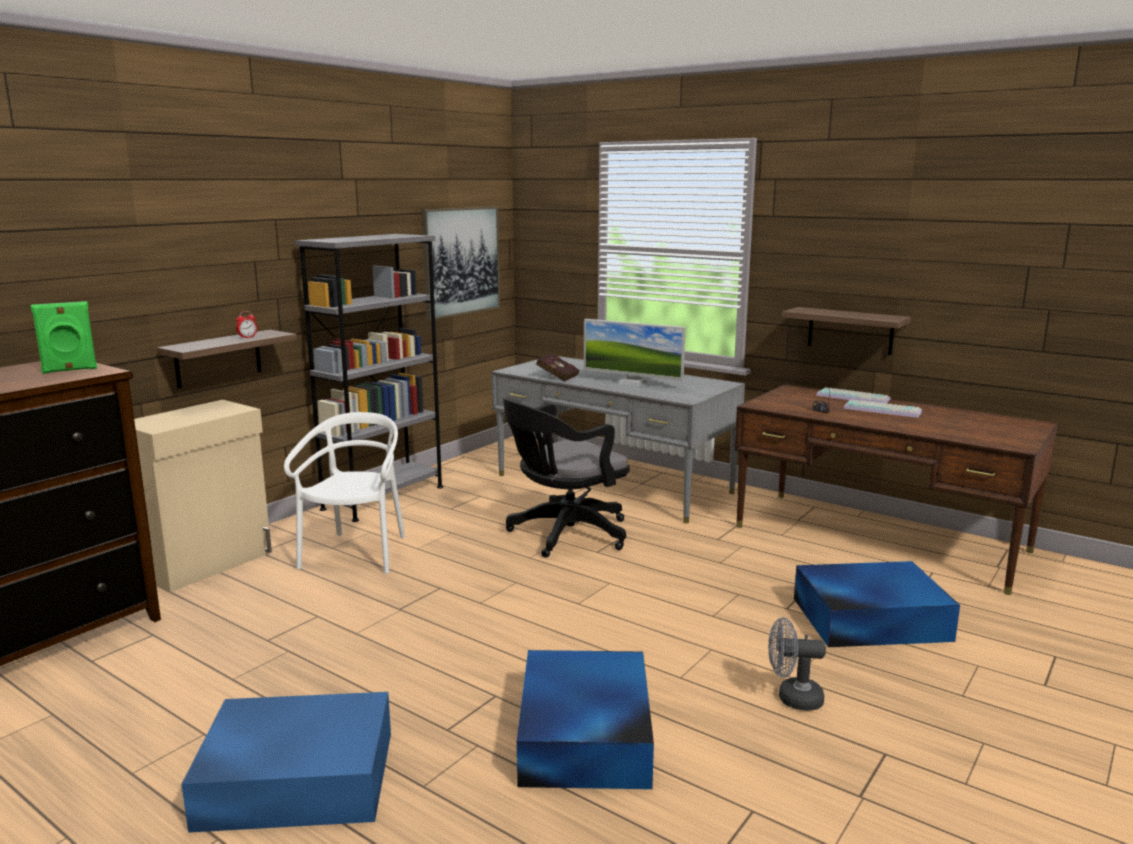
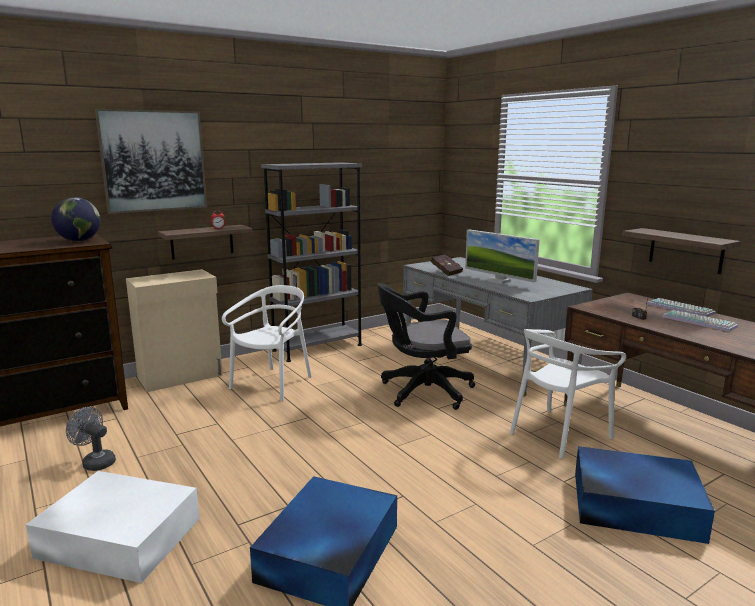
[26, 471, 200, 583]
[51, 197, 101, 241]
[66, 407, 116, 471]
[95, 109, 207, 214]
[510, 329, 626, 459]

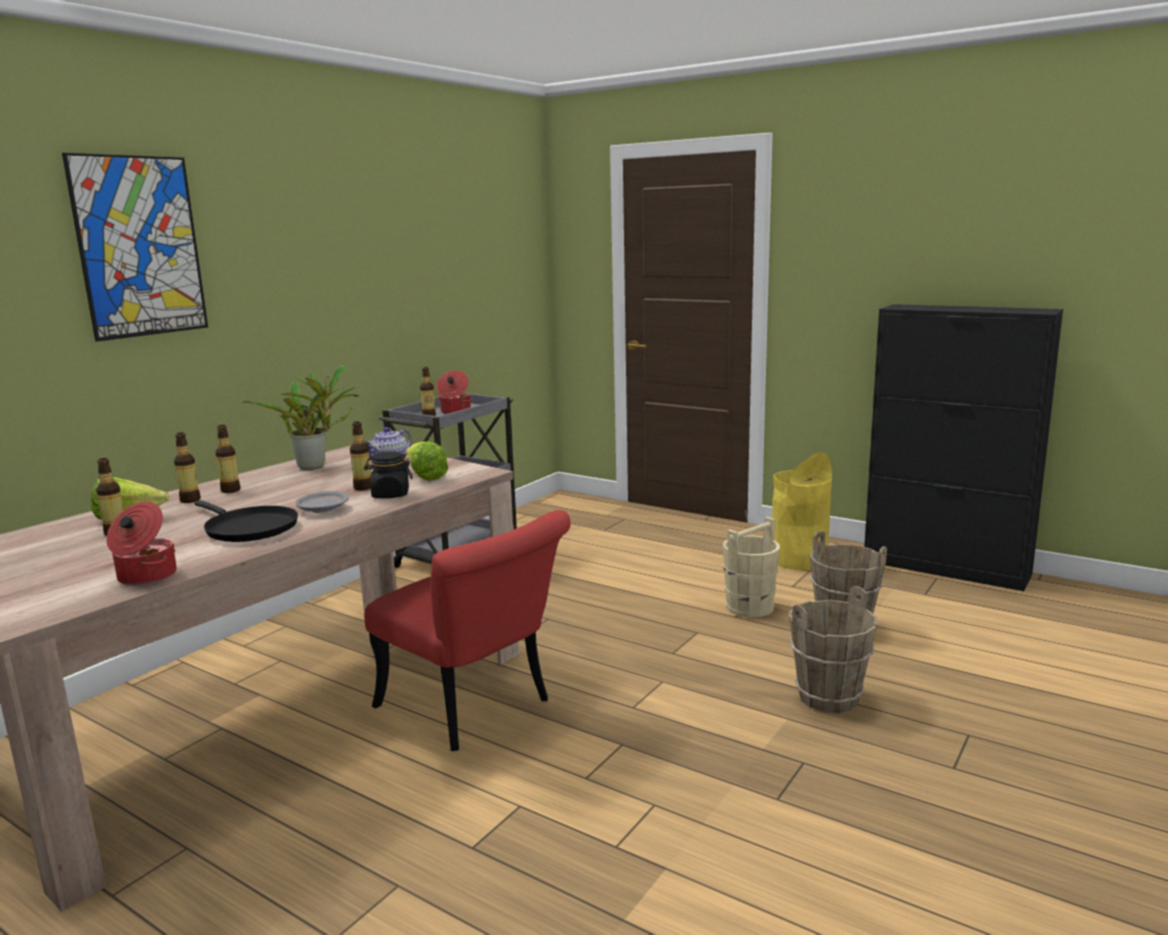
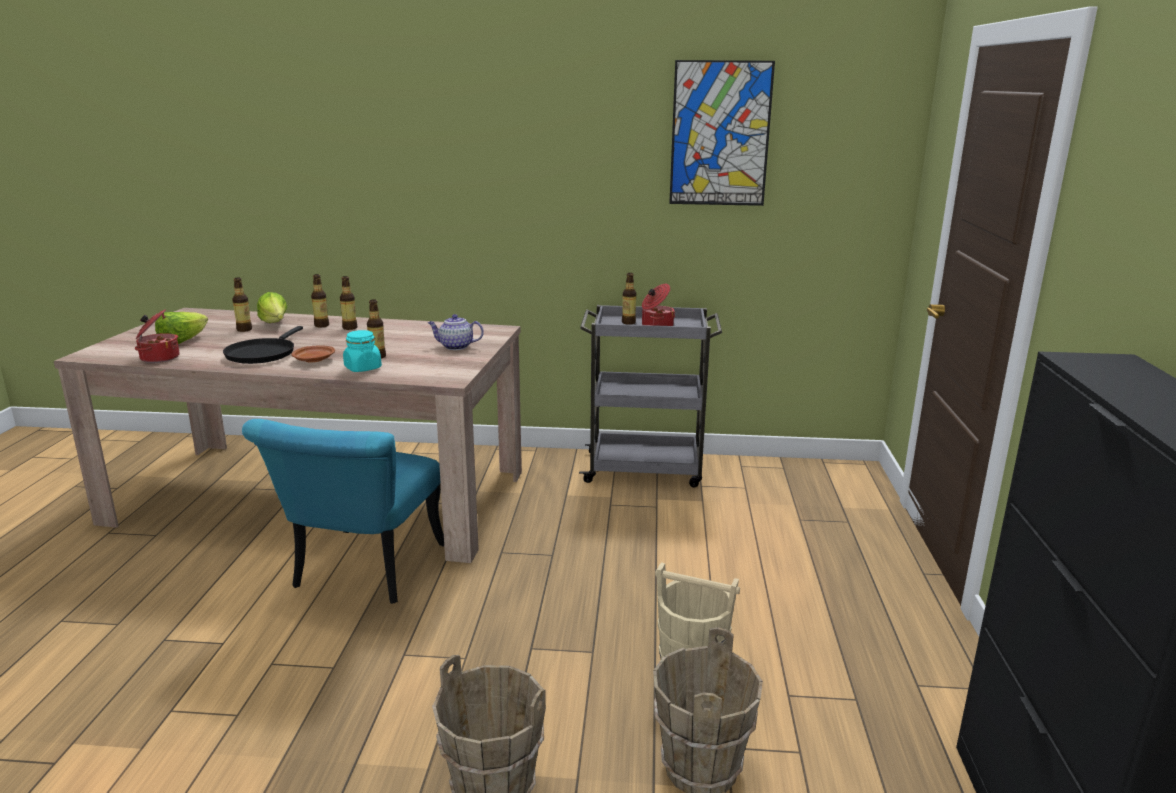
[155, 312, 208, 344]
[242, 419, 444, 604]
[292, 345, 335, 362]
[343, 330, 382, 372]
[669, 60, 775, 206]
[242, 364, 359, 470] (first image)
[772, 452, 832, 570] (first image)

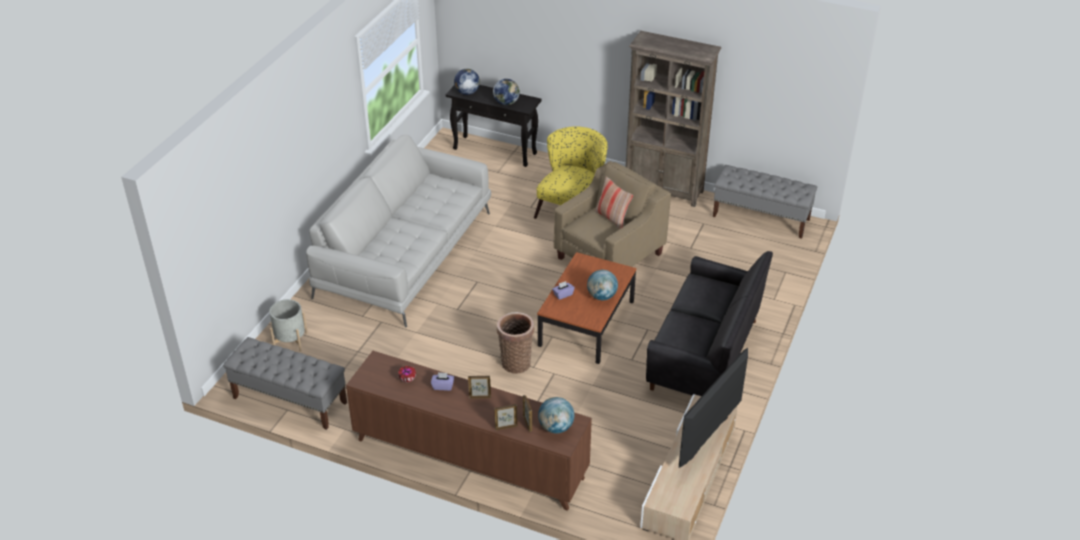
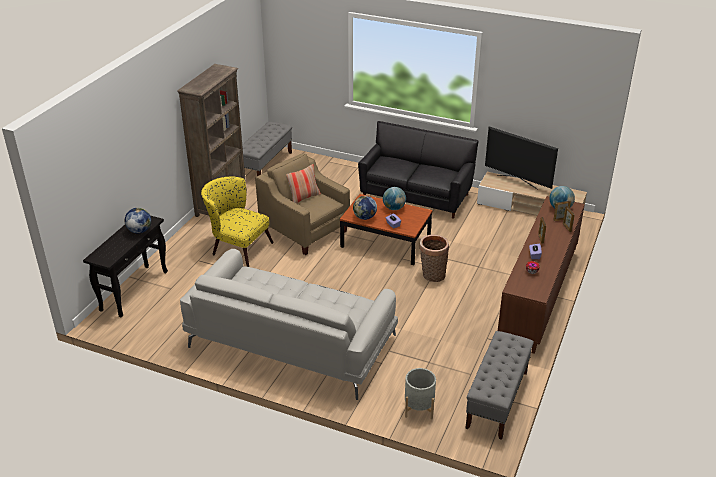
[353, 196, 377, 220]

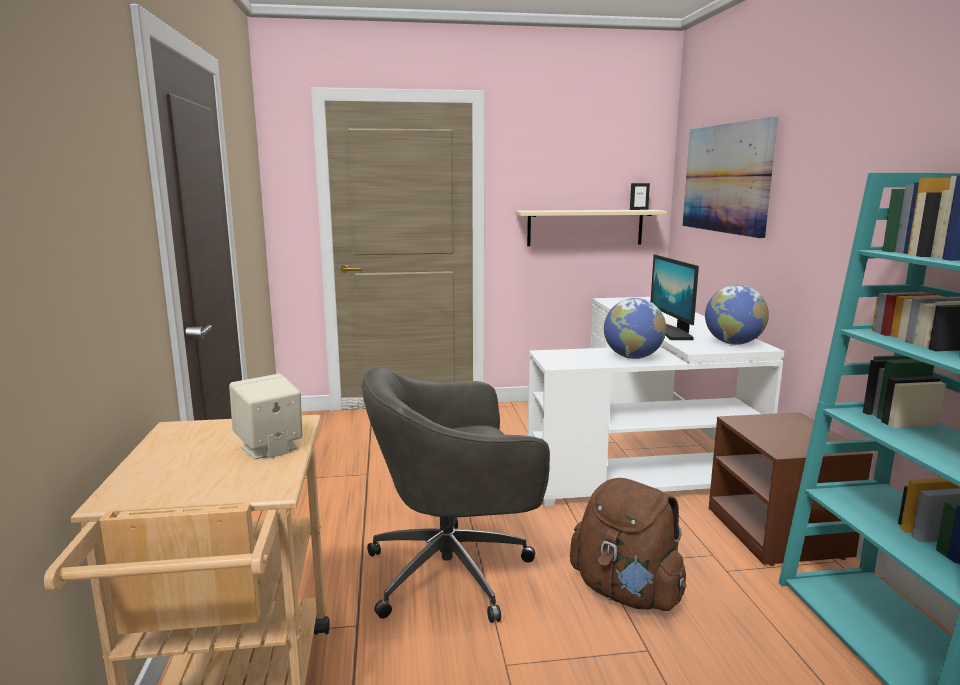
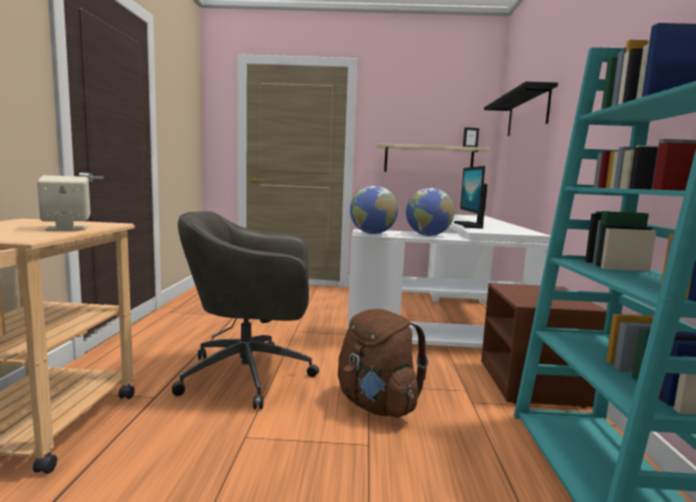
[350, 186, 398, 234]
[484, 81, 558, 136]

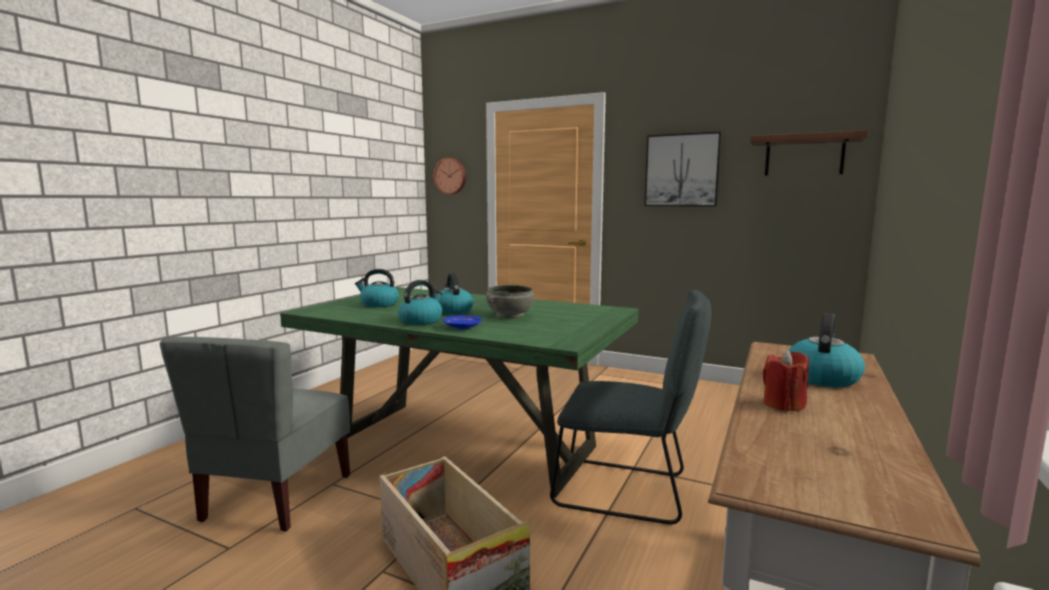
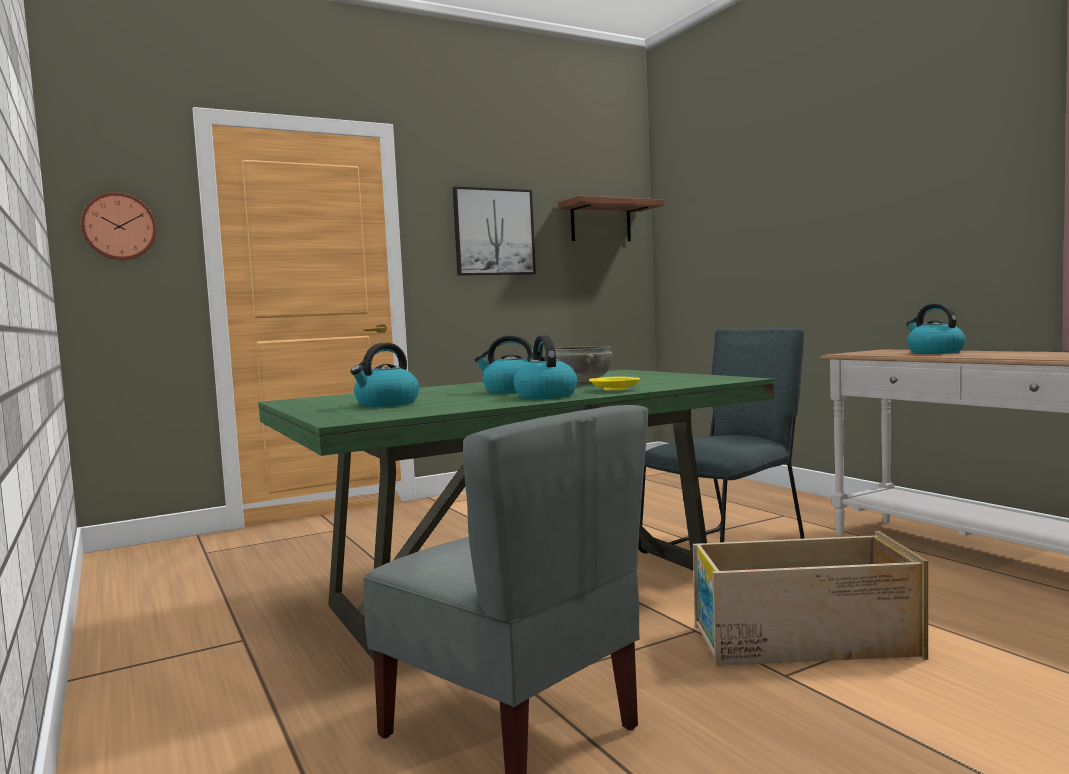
[589, 376, 641, 390]
[763, 349, 809, 412] (first image)

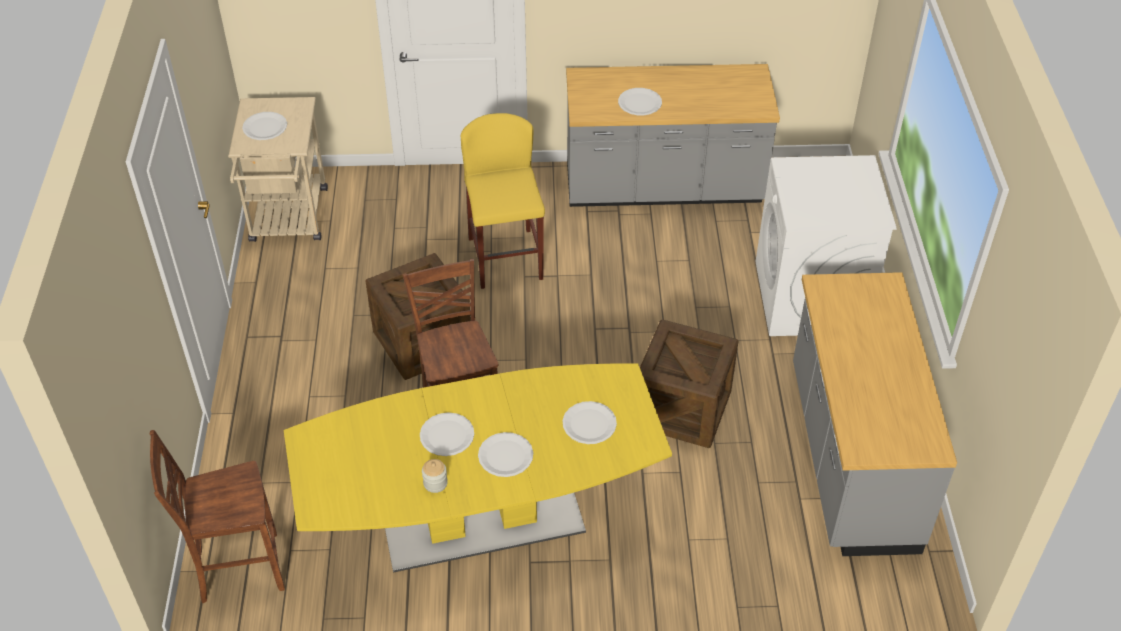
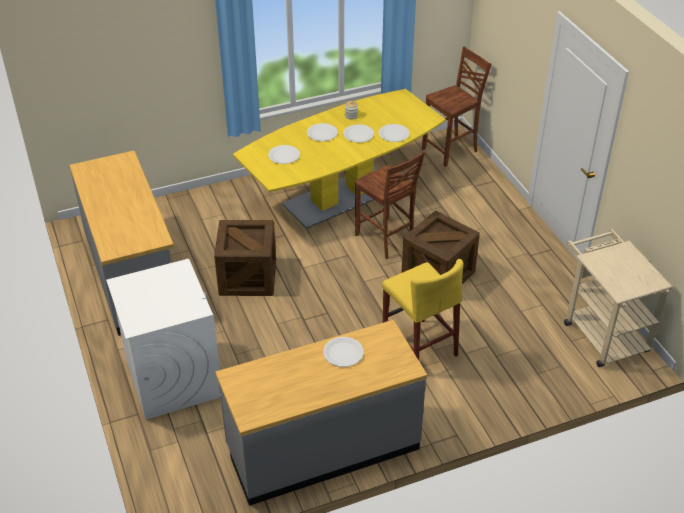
[379, 124, 410, 142]

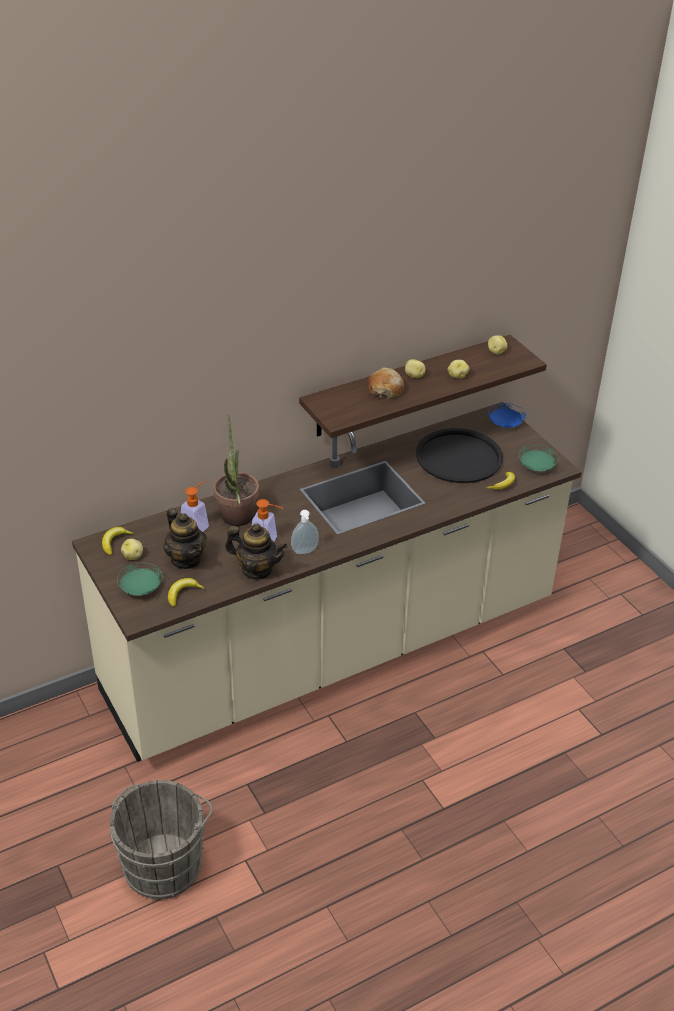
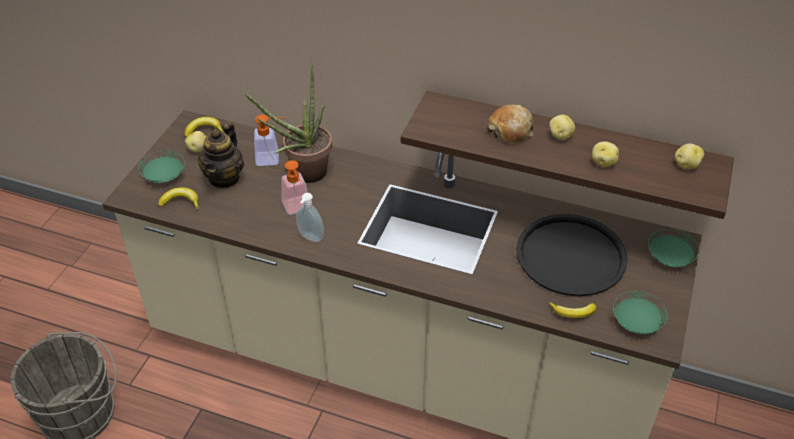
[648, 229, 699, 267]
[225, 523, 288, 579] (first image)

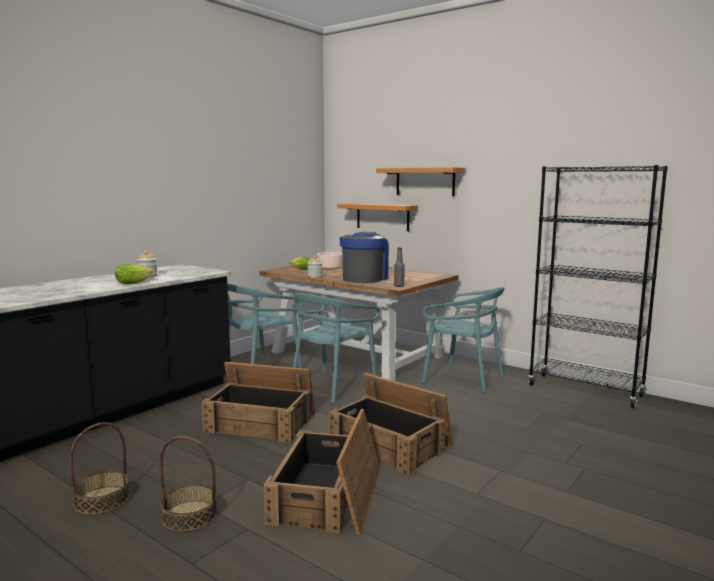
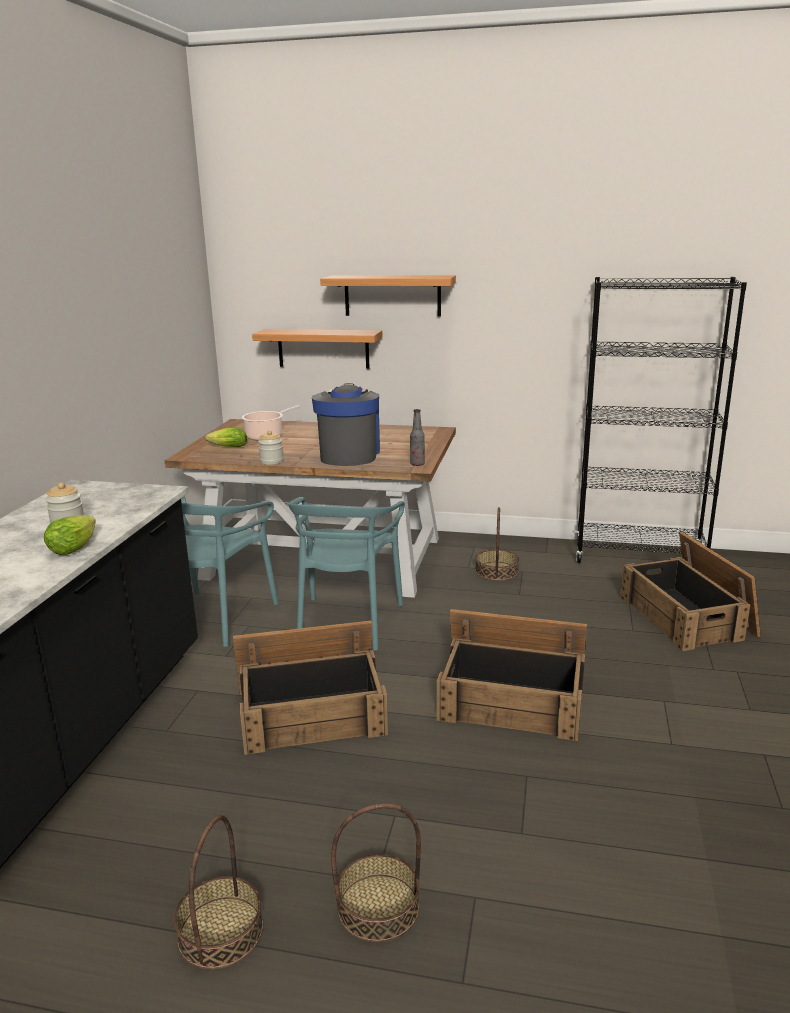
[475, 507, 519, 581]
[620, 531, 761, 651]

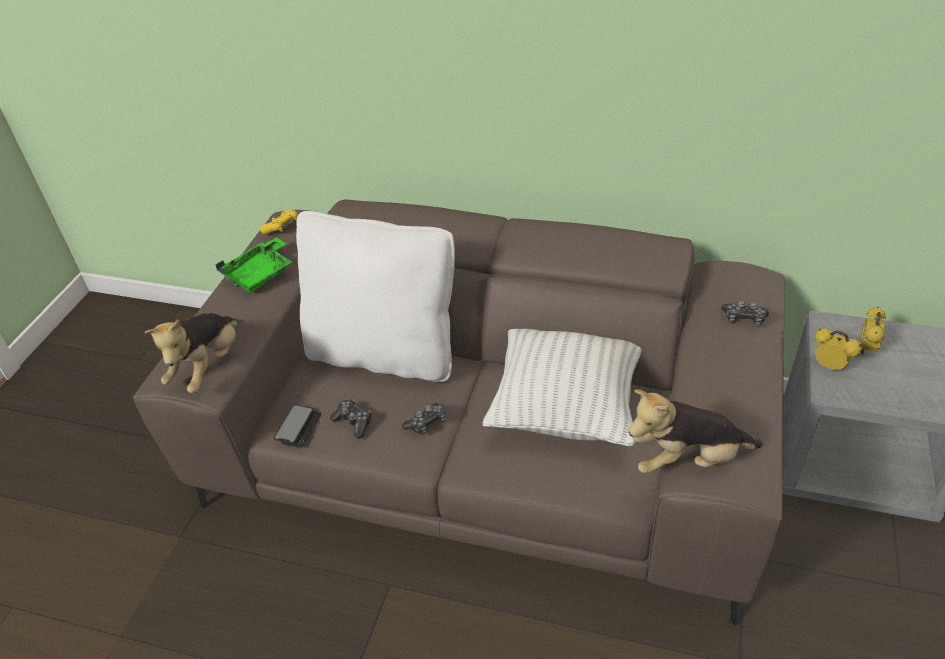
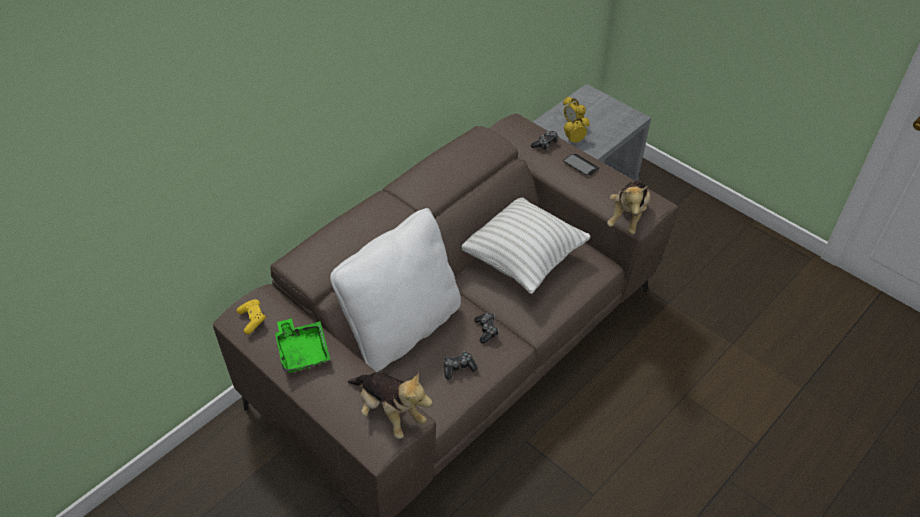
[563, 154, 599, 175]

